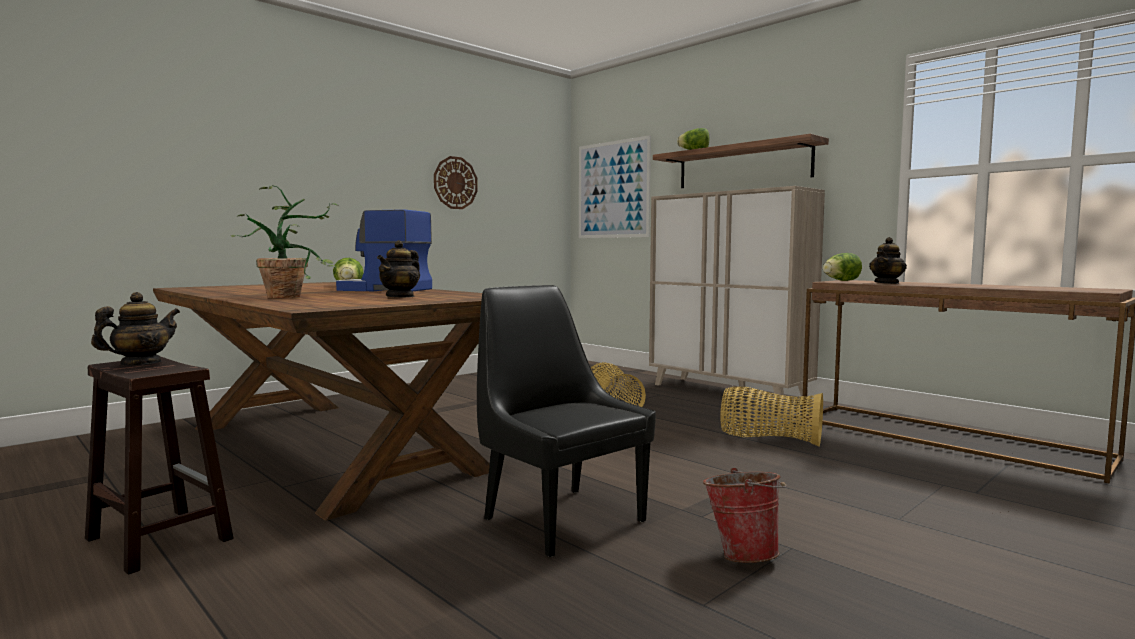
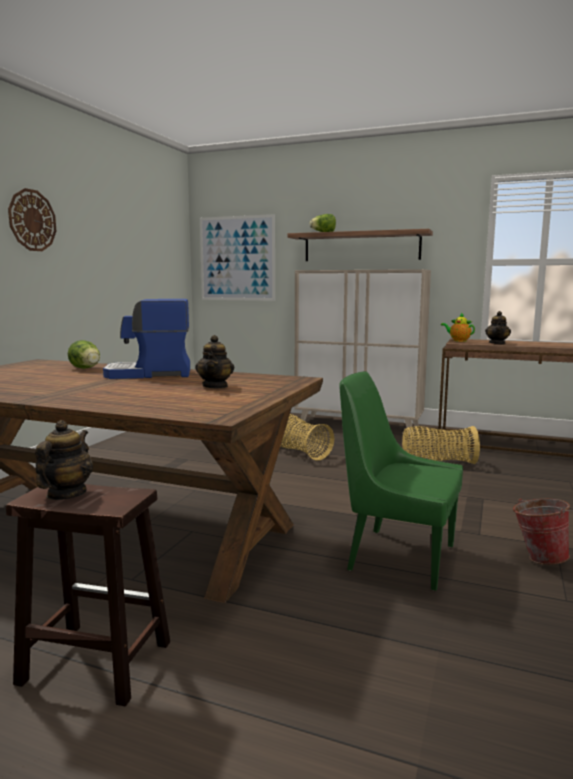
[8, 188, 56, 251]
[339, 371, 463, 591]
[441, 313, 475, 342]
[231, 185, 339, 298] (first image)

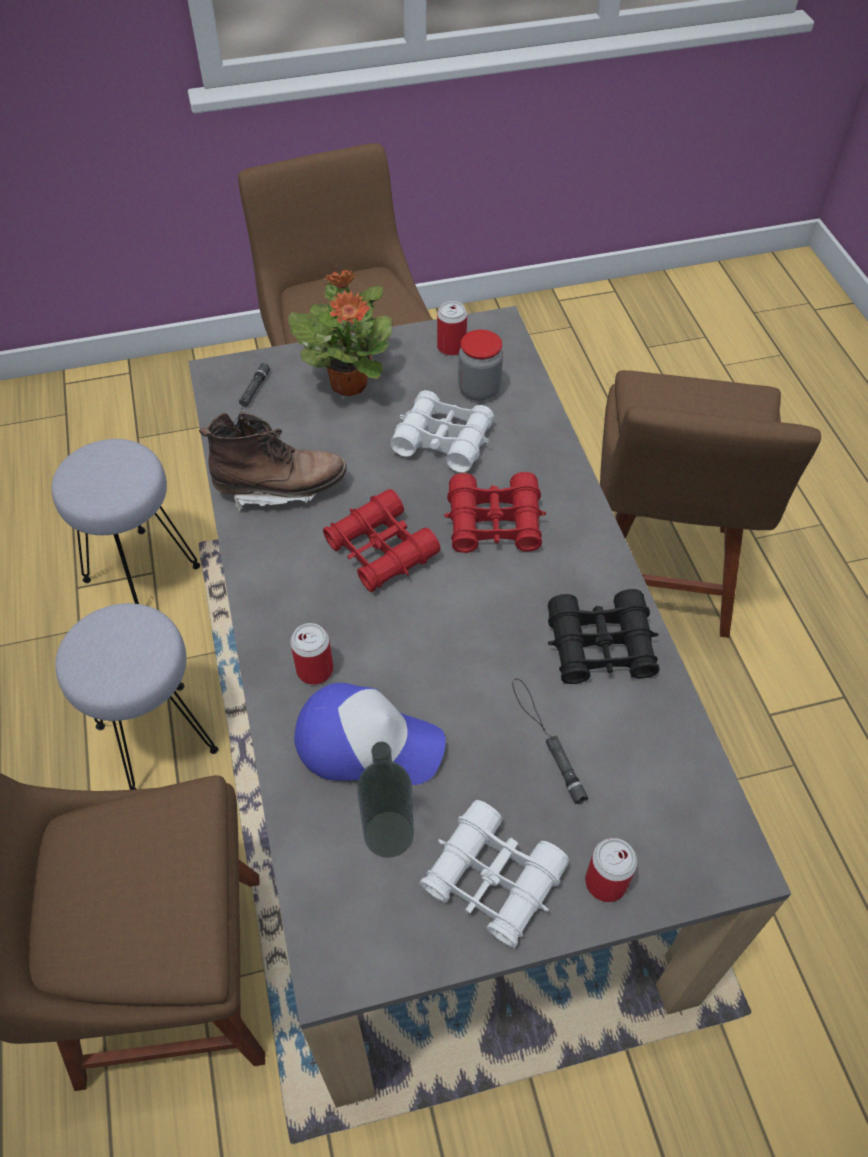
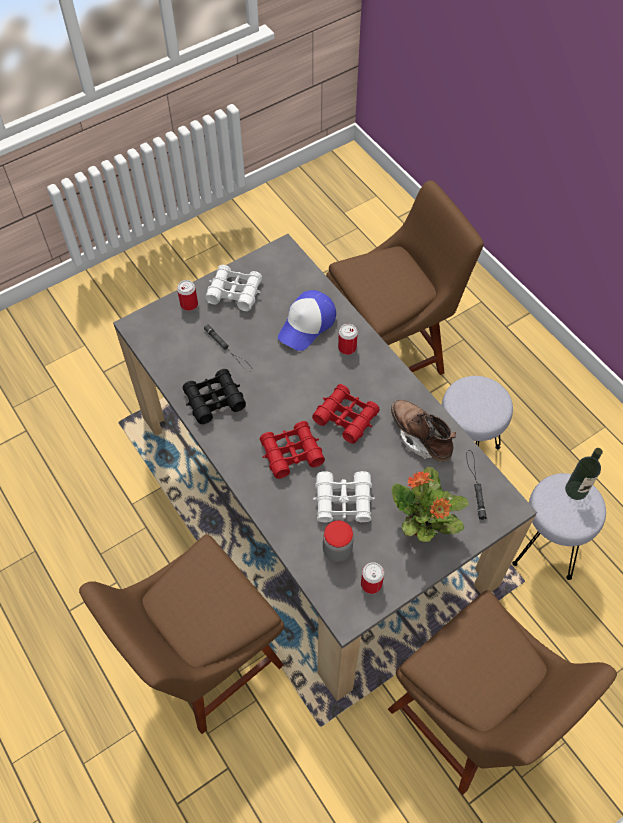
[79, 534, 284, 734]
[278, 290, 336, 351]
[391, 400, 456, 462]
[565, 448, 603, 500]

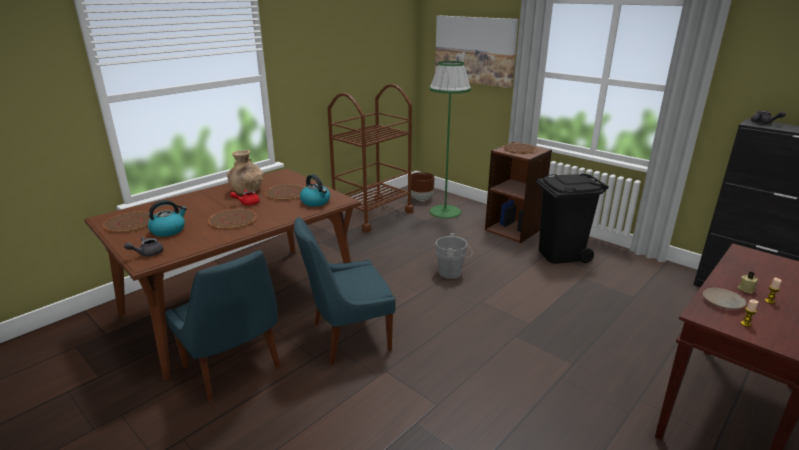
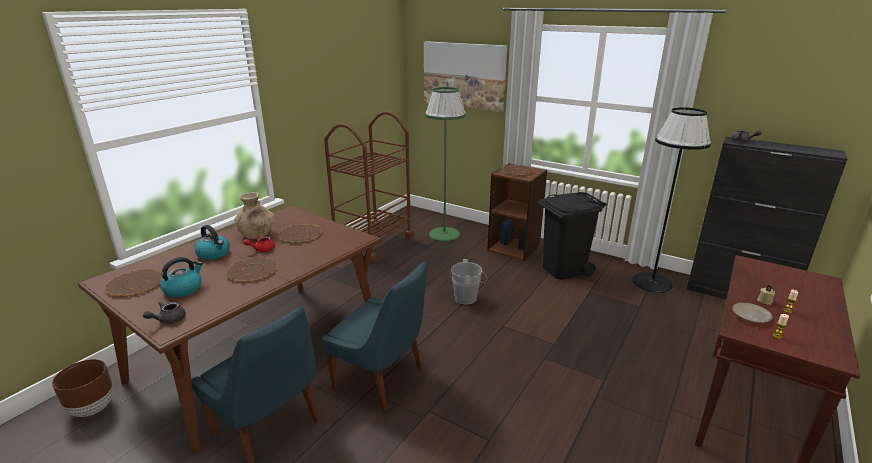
[52, 359, 113, 417]
[194, 225, 230, 260]
[322, 261, 427, 412]
[632, 108, 711, 293]

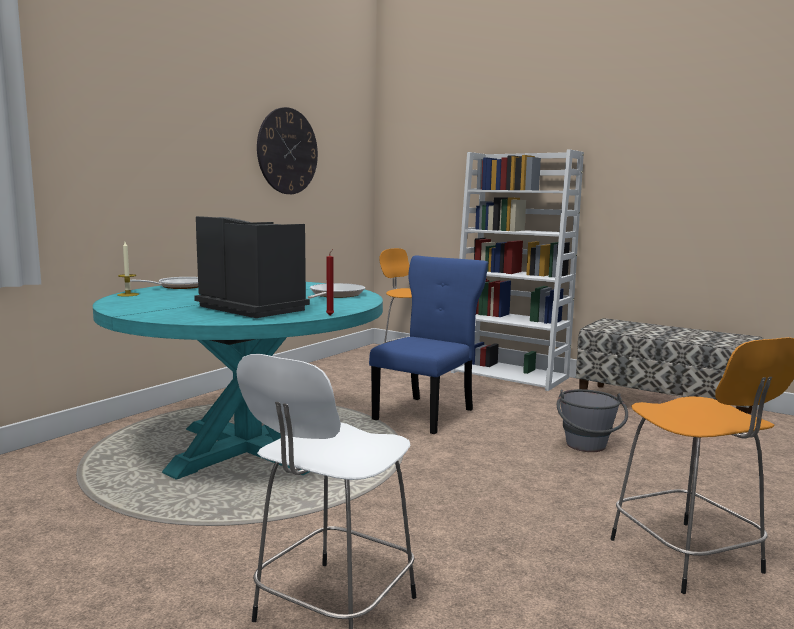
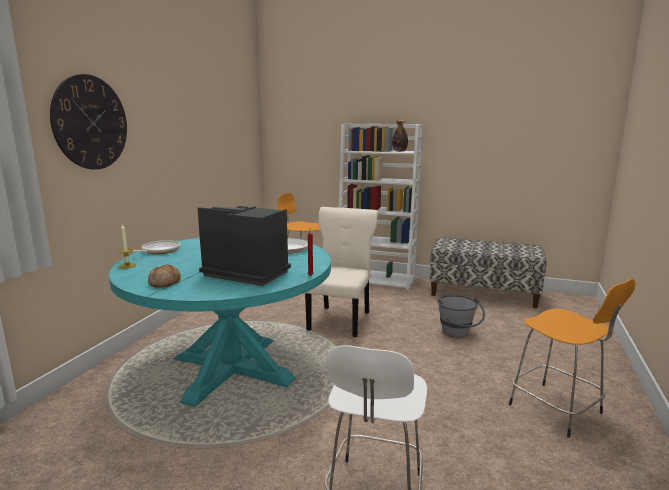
[50, 74, 127, 170]
[148, 265, 181, 288]
[305, 207, 378, 337]
[392, 120, 408, 152]

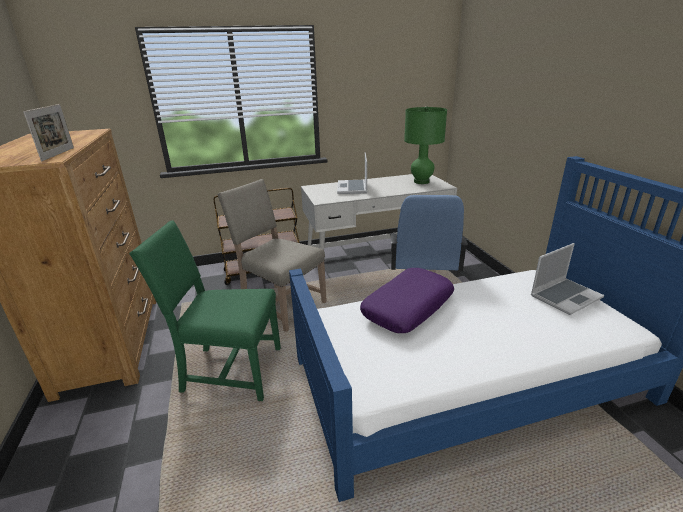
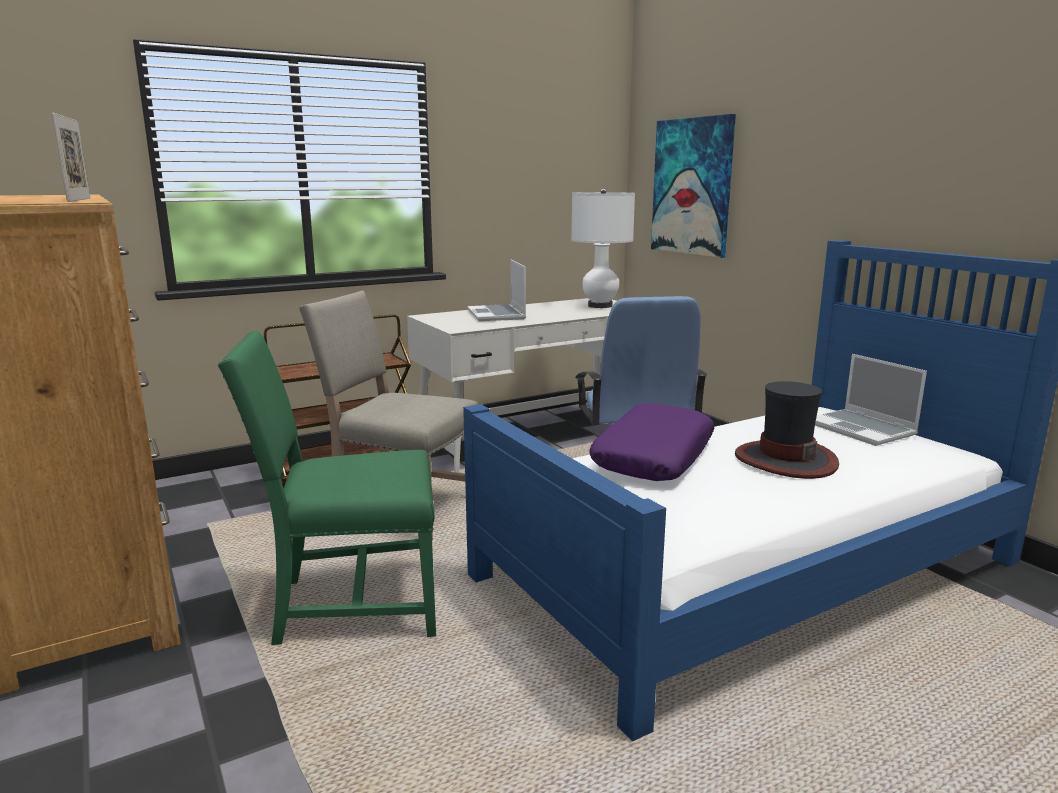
[571, 188, 635, 308]
[651, 114, 736, 258]
[735, 381, 839, 479]
[815, 354, 927, 446]

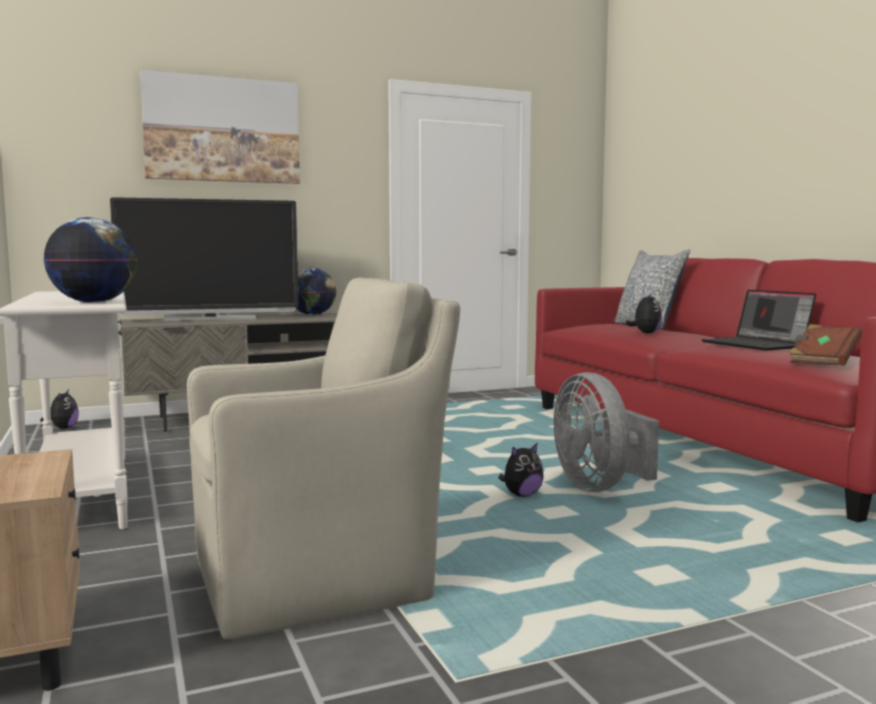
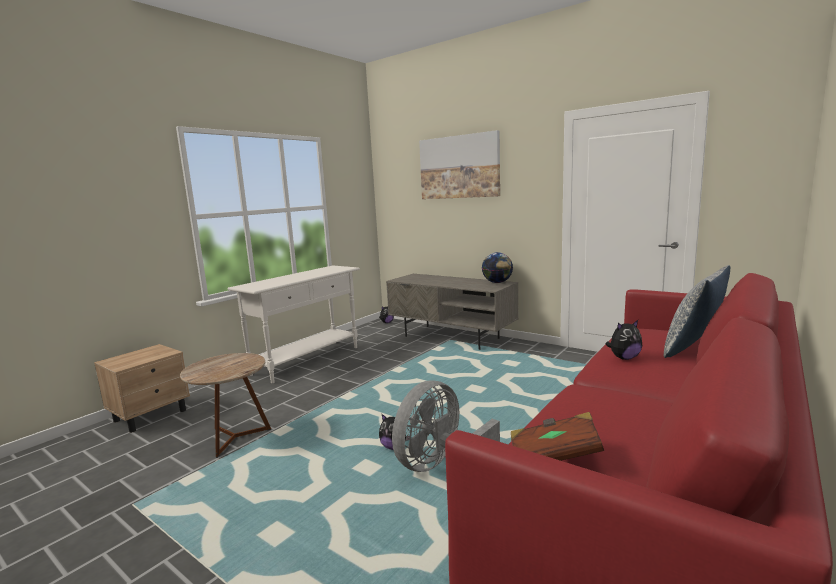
[180, 353, 271, 458]
[43, 217, 137, 303] (first image)
[110, 197, 299, 321] (first image)
[701, 290, 816, 351] (first image)

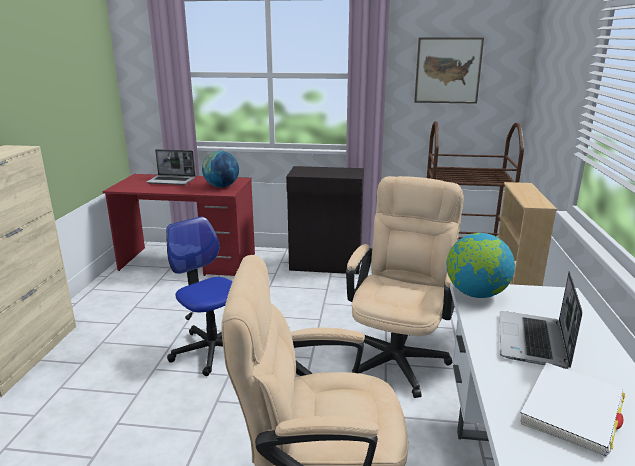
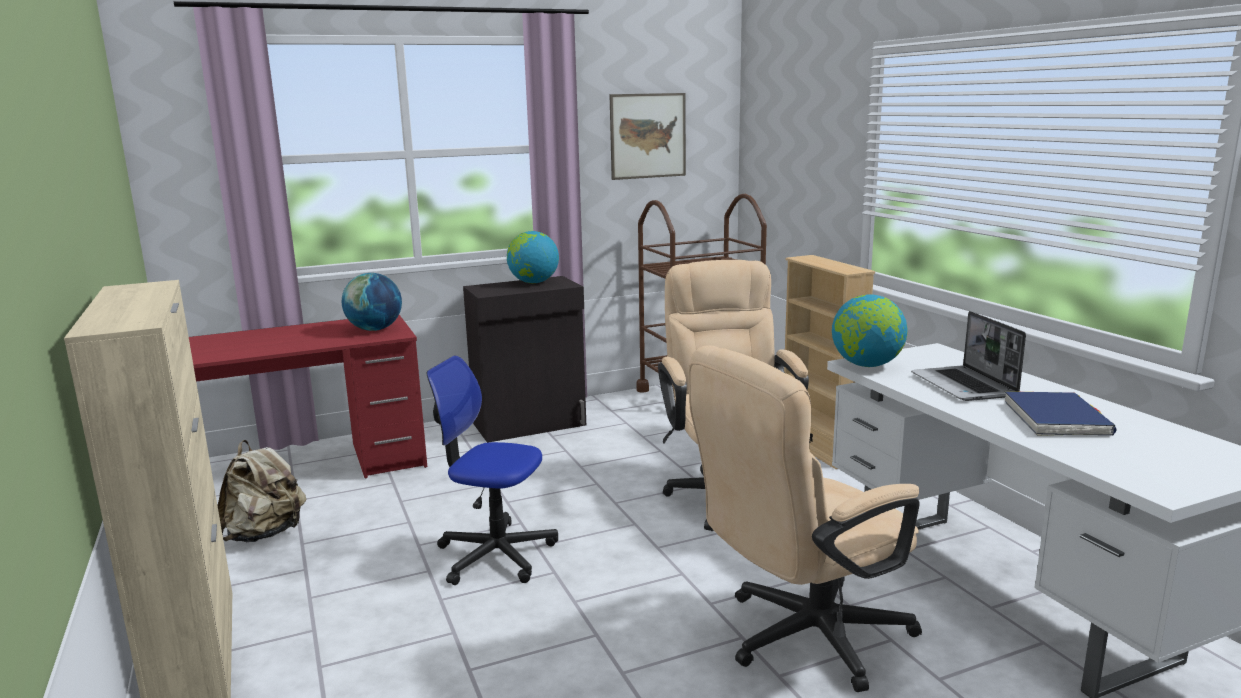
[217, 440, 306, 542]
[507, 231, 559, 283]
[1005, 391, 1117, 436]
[146, 149, 195, 185] (first image)

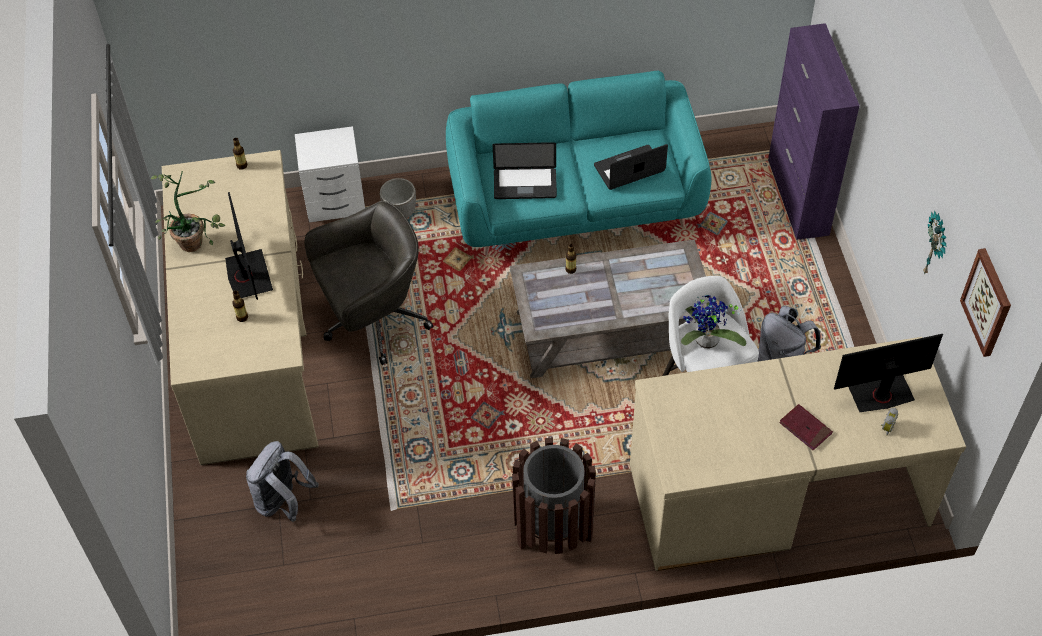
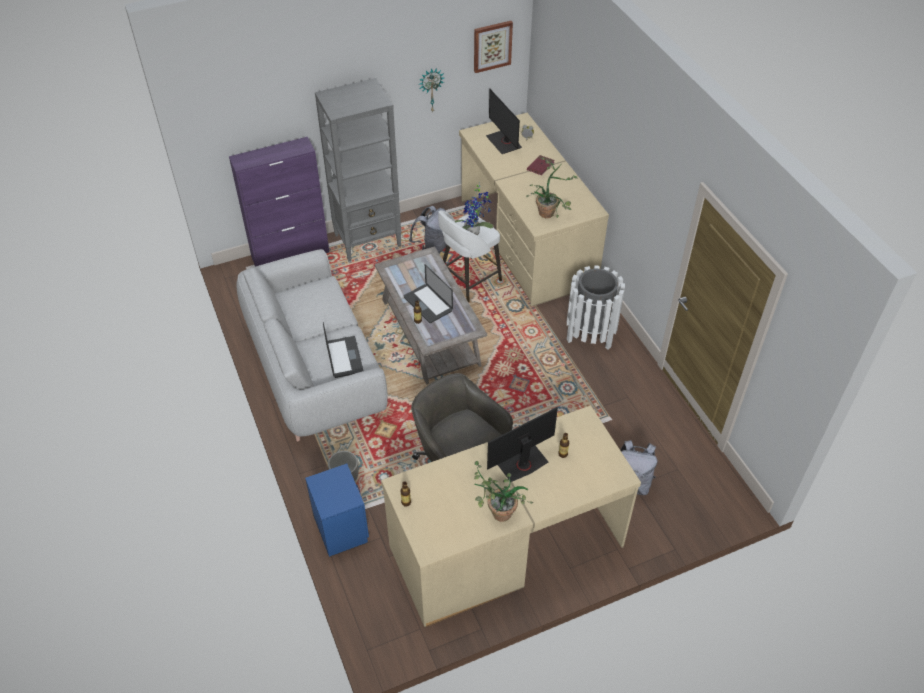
[236, 249, 388, 441]
[305, 463, 369, 557]
[315, 78, 401, 261]
[404, 264, 453, 323]
[526, 158, 578, 218]
[567, 266, 625, 350]

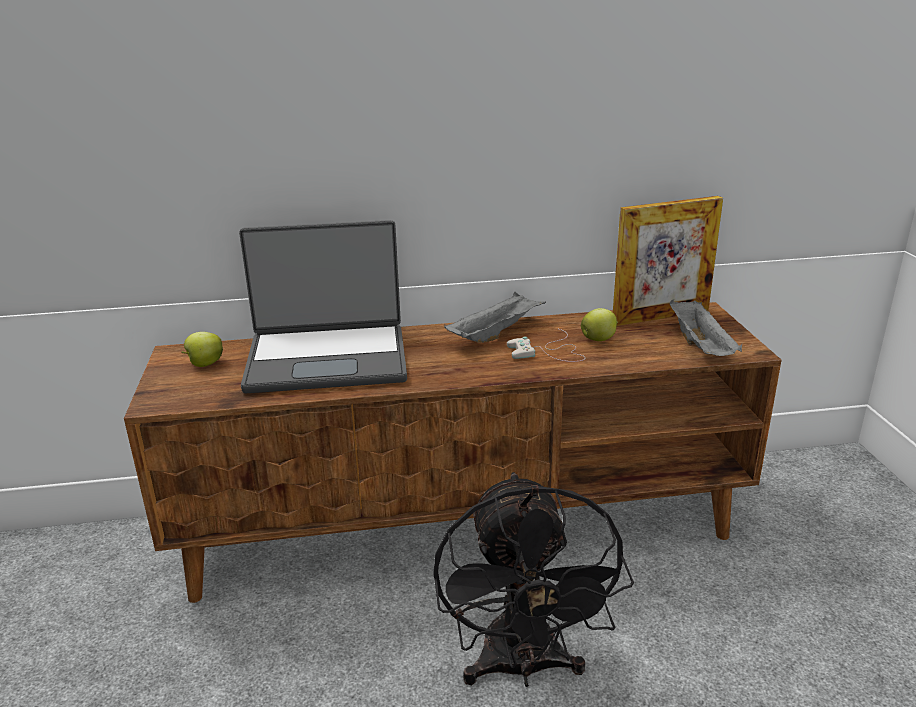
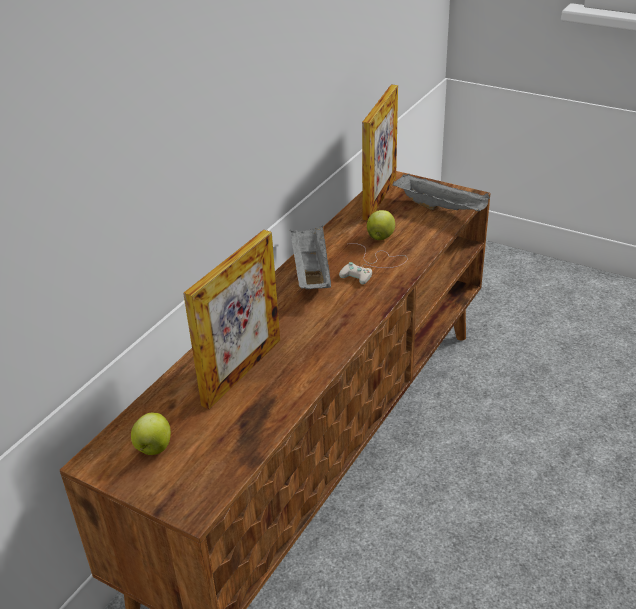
[183, 230, 280, 409]
[433, 472, 634, 687] (first image)

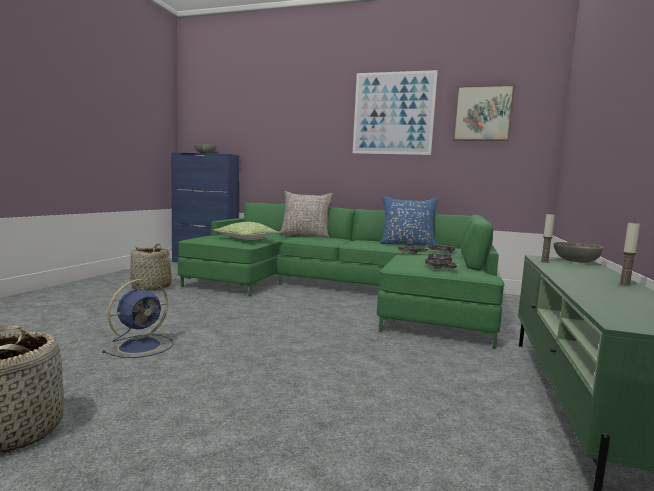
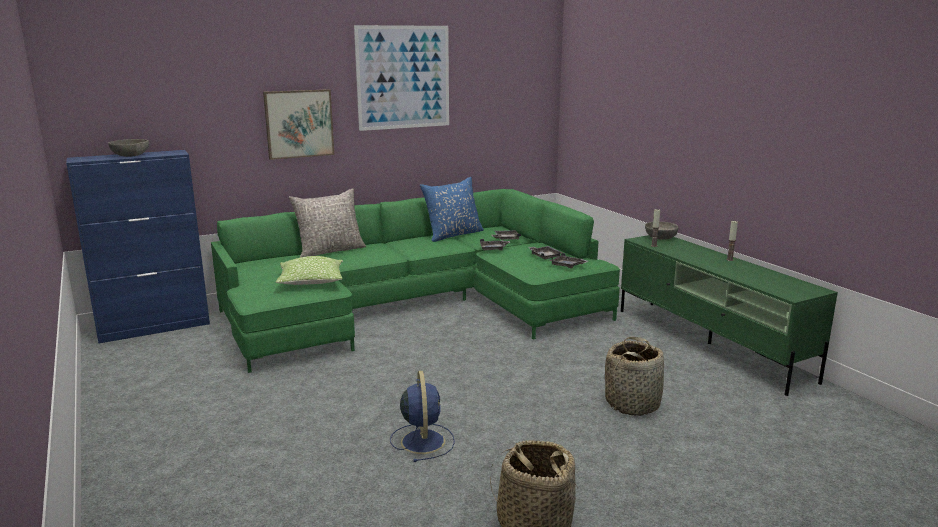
[263, 89, 334, 160]
[605, 337, 664, 416]

